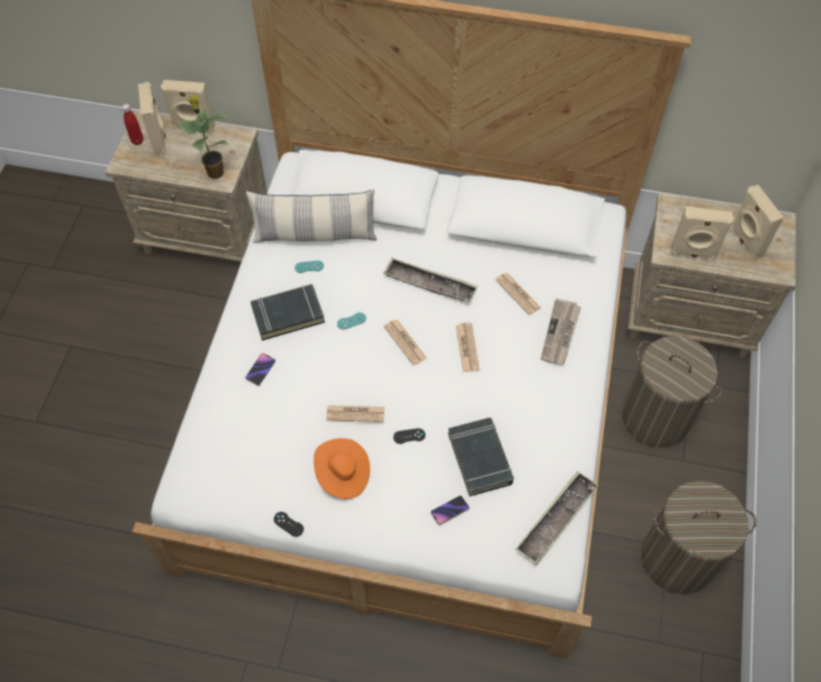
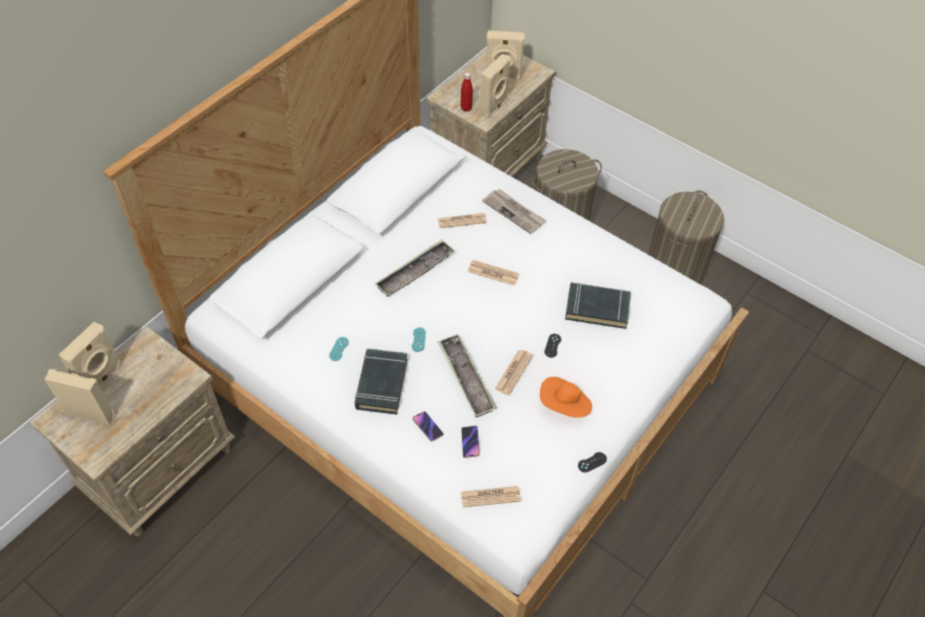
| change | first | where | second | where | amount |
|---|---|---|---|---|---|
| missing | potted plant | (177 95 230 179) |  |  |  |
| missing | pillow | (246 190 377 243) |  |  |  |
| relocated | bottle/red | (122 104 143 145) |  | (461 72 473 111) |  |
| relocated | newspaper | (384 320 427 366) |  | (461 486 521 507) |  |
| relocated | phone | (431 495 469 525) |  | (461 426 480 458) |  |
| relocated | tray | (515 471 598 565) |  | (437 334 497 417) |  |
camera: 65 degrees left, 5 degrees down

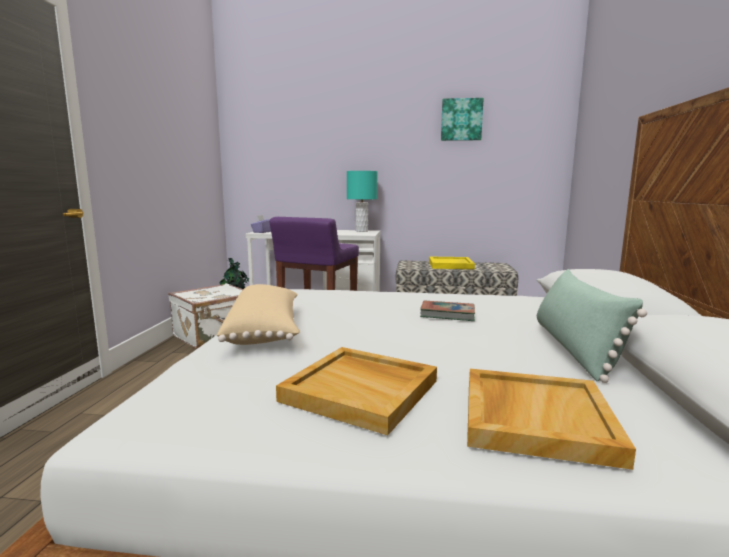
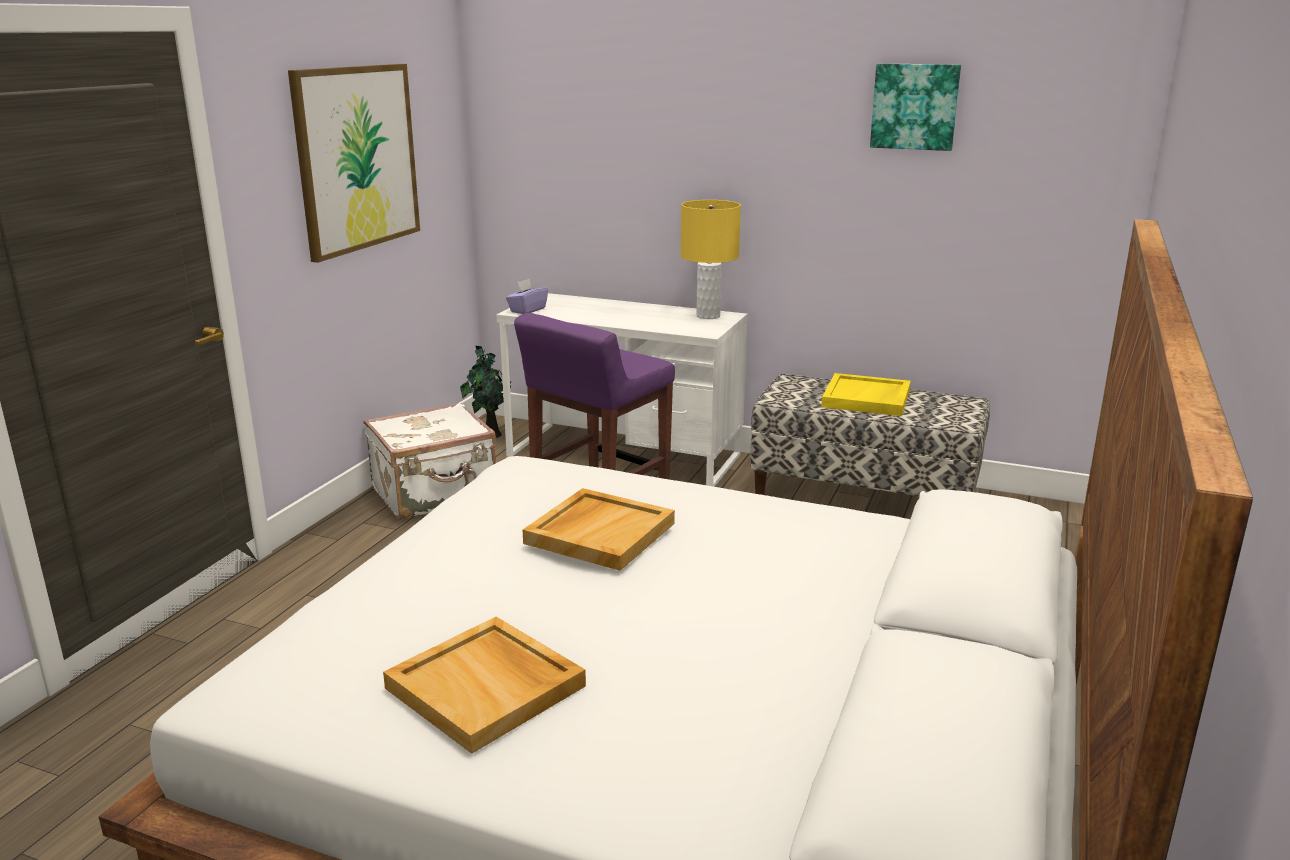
| change | first | where | second | where | amount |
|---|---|---|---|---|---|
| missing | pillow/beige | (217 284 300 345) |  |  |  |
| missing | book | (420 300 475 321) |  |  |  |
| missing | pillow/green | (537 269 647 383) |  |  |  |
| appeared |  |  | picture | (288 64 420 263) |  |
| relocated | tray/beige | (467 369 636 470) |  | (523 488 675 571) |  |
| colour | table lamp/turquoise | (347 171 378 232) | table lamp/yellow | (681 200 741 319) |  |
camera: 15 degrees right, 10 degrees up

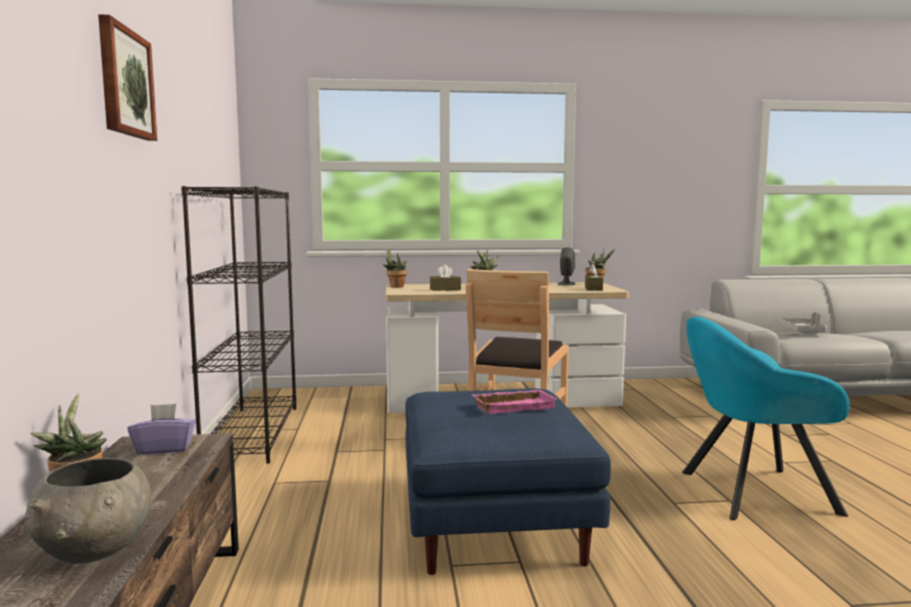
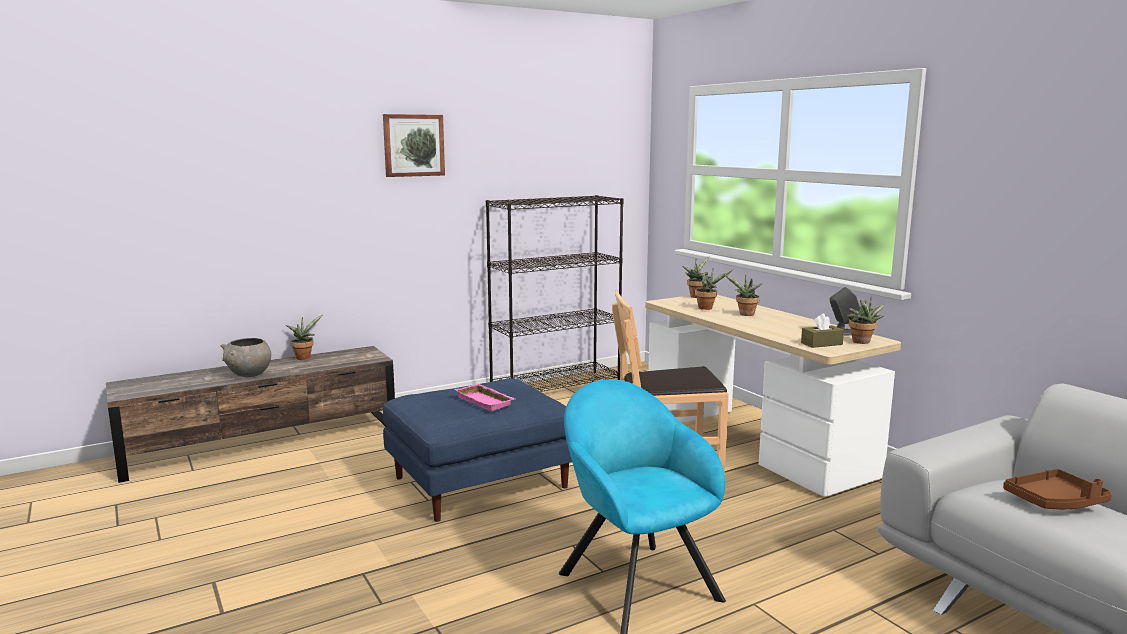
| change | first | where | second | where | amount |
|---|---|---|---|---|---|
| missing | tissue box/purple | (128 404 196 455) |  |  |  |
| exchanged | tissue box/brown | (430 265 461 291) | potted plant | (695 268 733 310) |  |
| colour | tray/grey | (778 312 827 333) | tray/brown | (1003 469 1112 509) |  |
camera: 65 degrees right, 5 degrees up

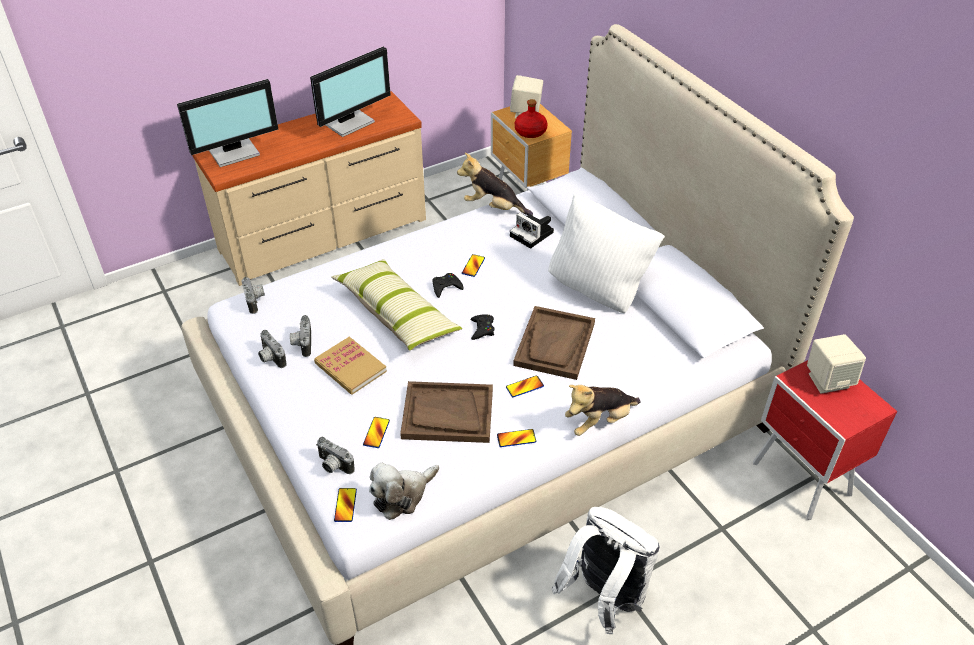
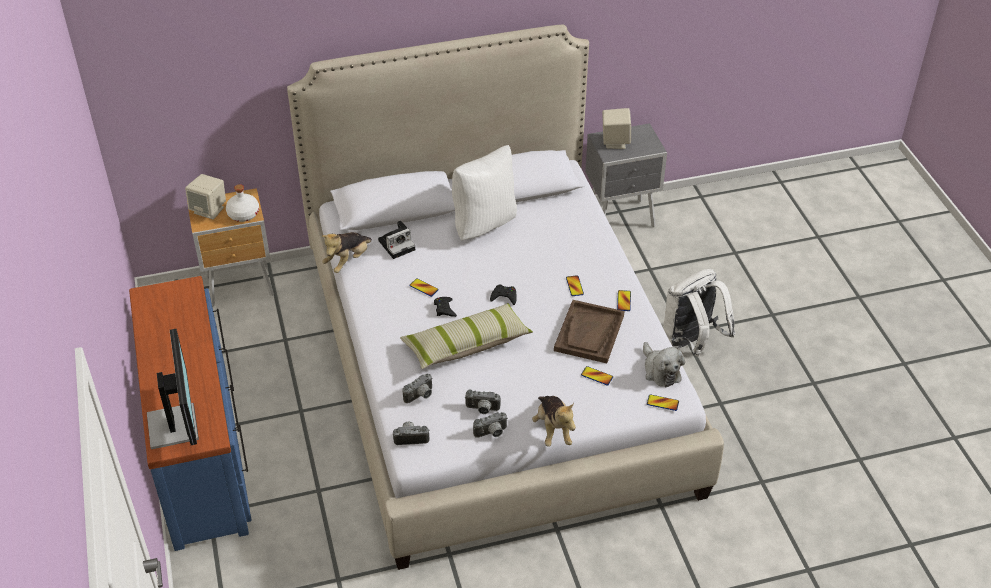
| change | first | where | second | where | amount |
|---|---|---|---|---|---|
| missing | monitor | (310 47 391 137) |  |  |  |
| missing | book | (314 337 387 395) |  |  |  |
| missing | tray/brown | (513 306 595 380) |  |  |  |
| relocated | photo camera | (316 437 355 474) |  | (403 374 433 404) |  |
| relocated | plush toy | (565 385 641 436) |  | (532 396 576 447) |  |
| colour | dresser/beige | (192 91 426 286) | dresser/blue | (129 276 252 551) |  |
| colour | bottle/red | (515 99 547 138) | bottle/white | (226 184 259 222) |  |
| colour | nightstand/red | (753 360 897 520) | nightstand/grey | (585 123 667 227) |  |
camera: 75 degrees left, 0 degrees up

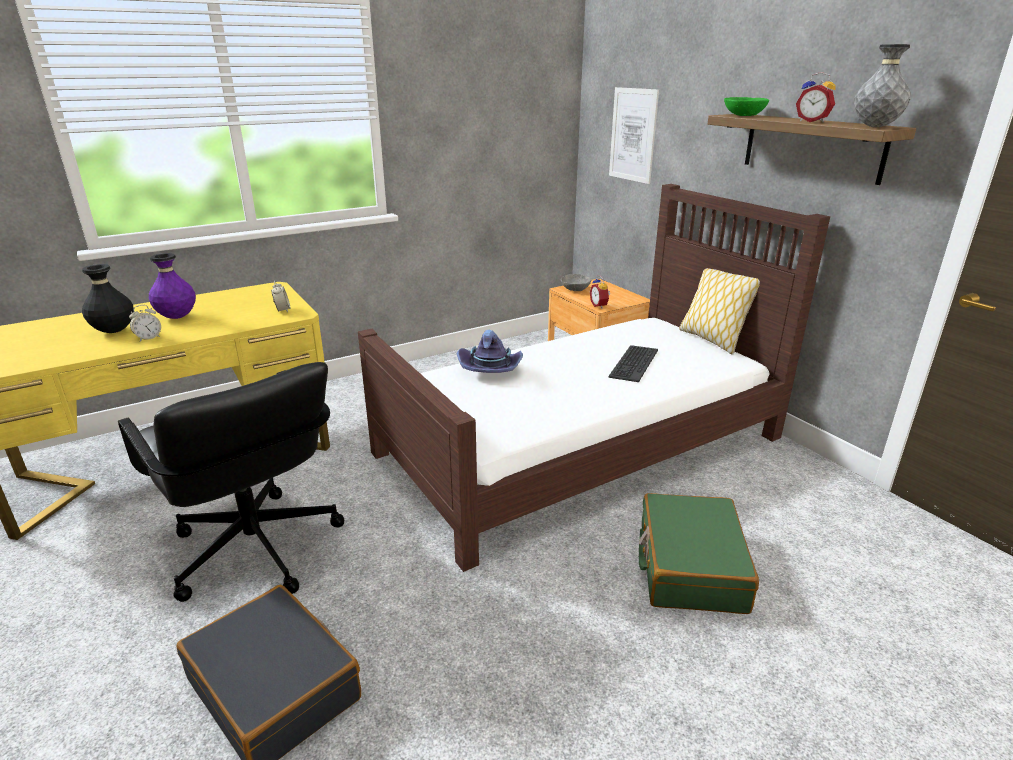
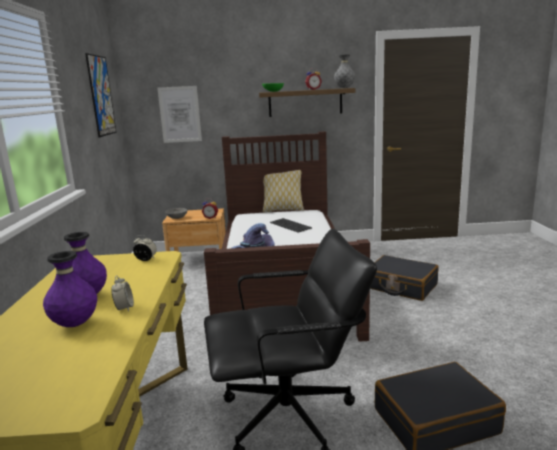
| change | first | where | second | where | amount |
|---|---|---|---|---|---|
| appeared |  |  | picture | (85 53 117 137) |  |
| colour | vase/black | (82 264 134 333) | vase/purple | (43 251 97 327) |  |
| colour | suitcase/green | (639 493 759 614) | suitcase/black | (370 255 439 301) |  |
camera: 60 degrees left, 10 degrees down

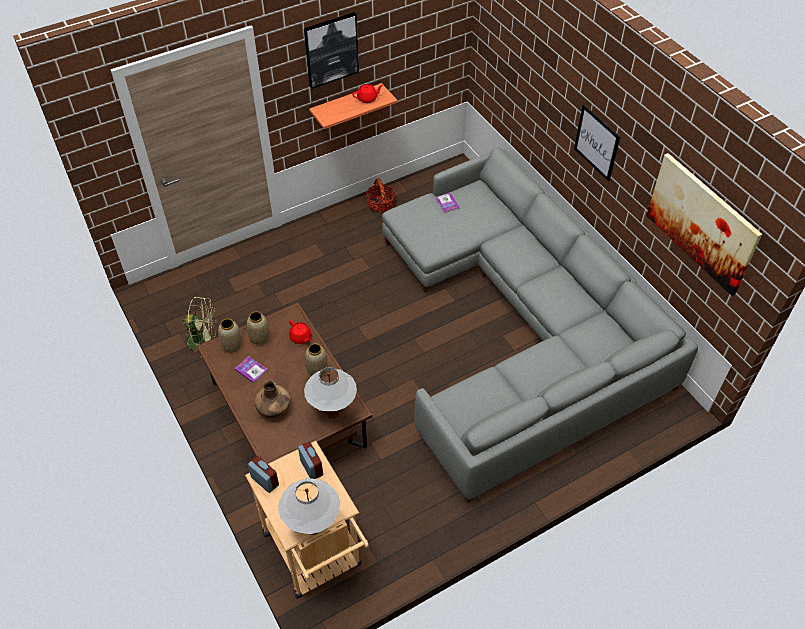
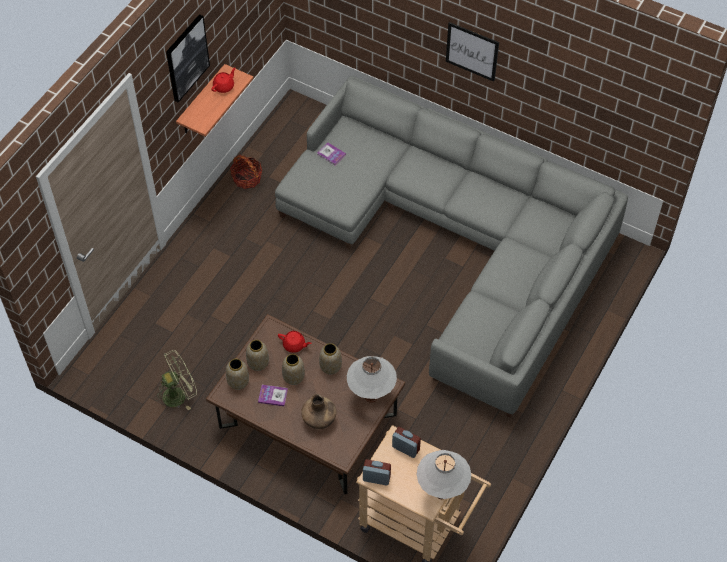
| change | first | where | second | where | amount |
|---|---|---|---|---|---|
| missing | picture | (646 153 762 296) |  |  |  |
| appeared |  |  | vase | (282 354 305 385) |  |
camera: 30 degrees left, 5 degrees up

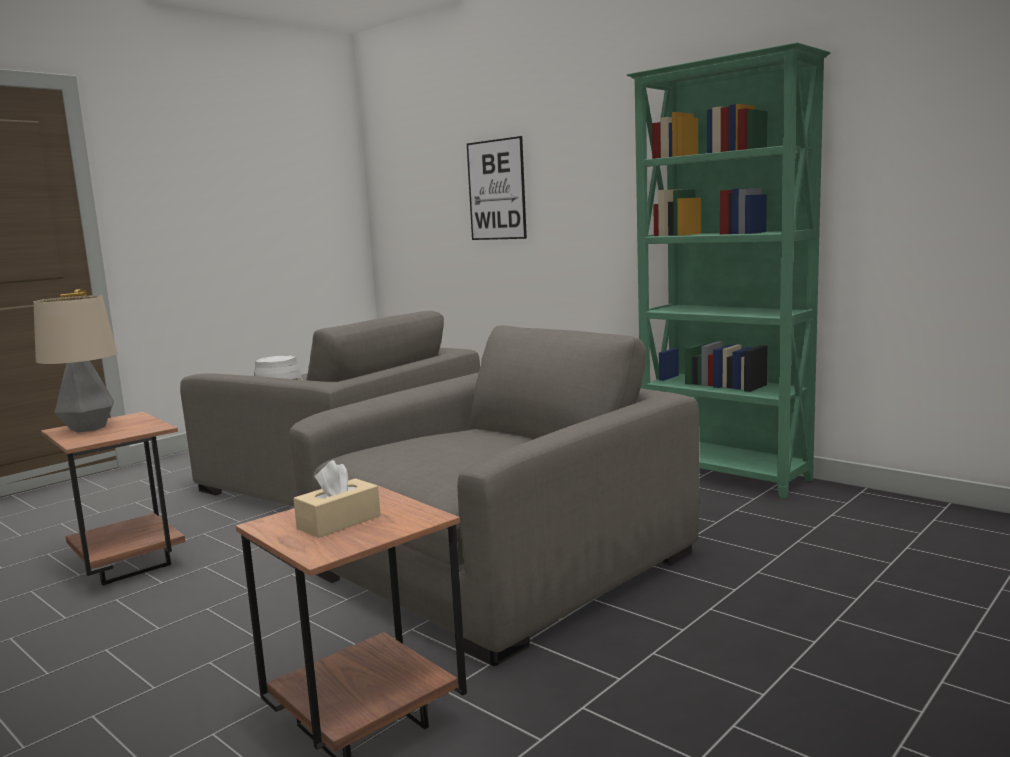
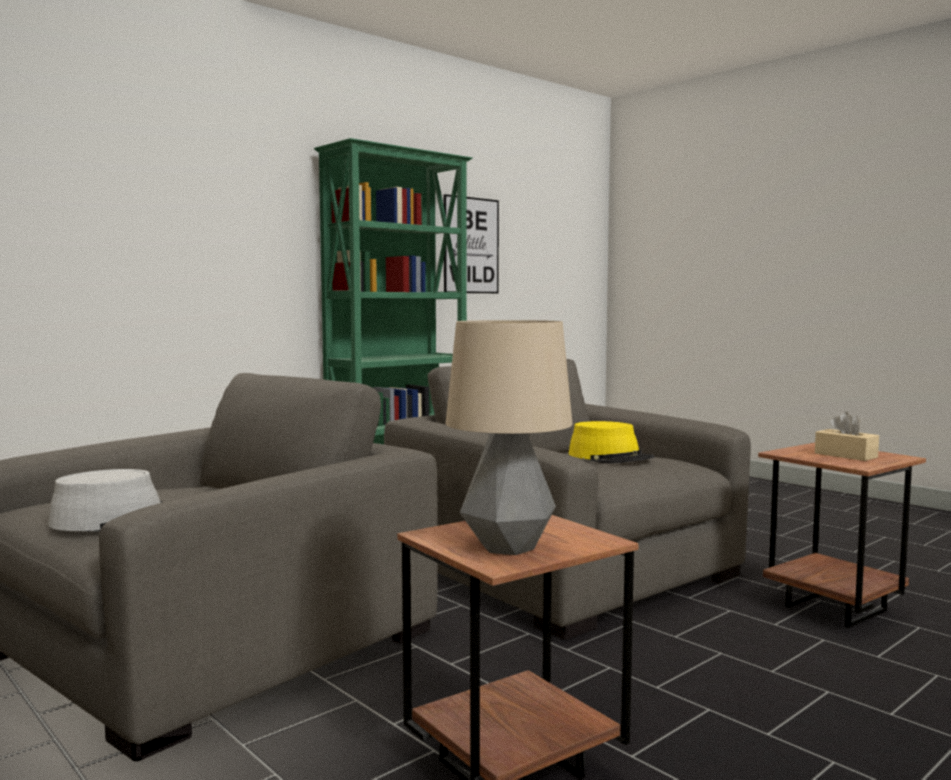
| change | first | where | second | where | amount |
|---|---|---|---|---|---|
| appeared |  |  | hat/yellow | (569 421 655 464) |  |
| relocated | picture | (467 136 527 240) |  | (444 194 499 293) |  |
camera: 85 degrees left, 5 degrees down

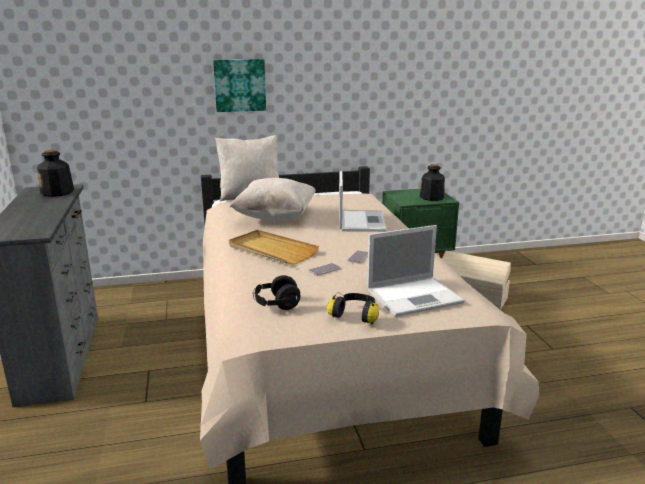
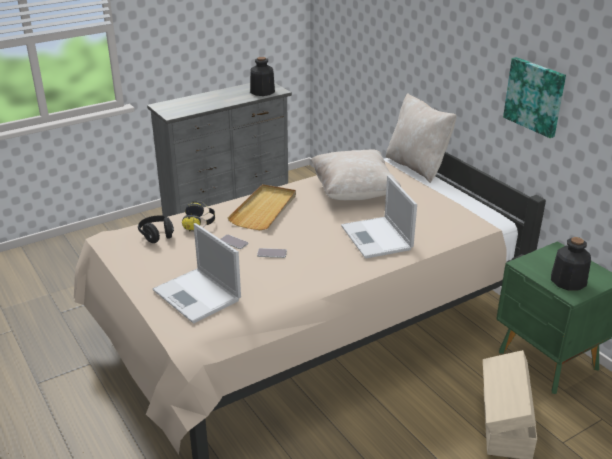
| change | first | where | second | where | amount |
|---|---|---|---|---|---|
| relocated | picture | (213 59 266 112) |  | (503 57 566 138) |  |
| relocated | headphones | (327 292 379 324) |  | (182 201 215 231) |  |
| spun | laptop | (339 171 387 232) |  | (341 175 417 259) | 90 degrees clockwise |
camera: 70 degrees right, 10 degrees up

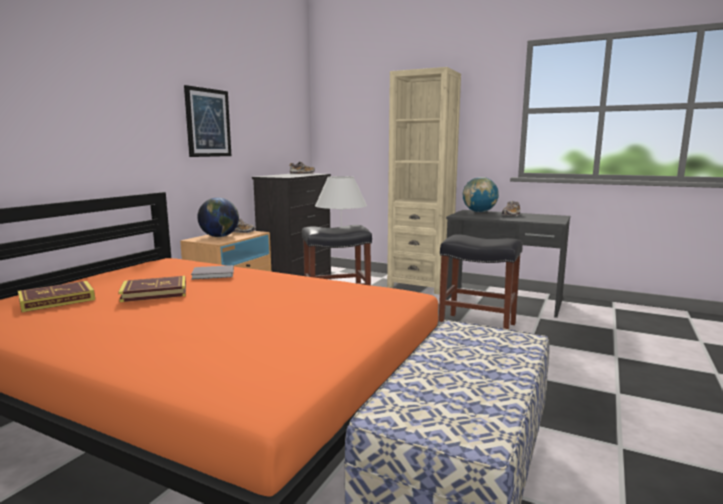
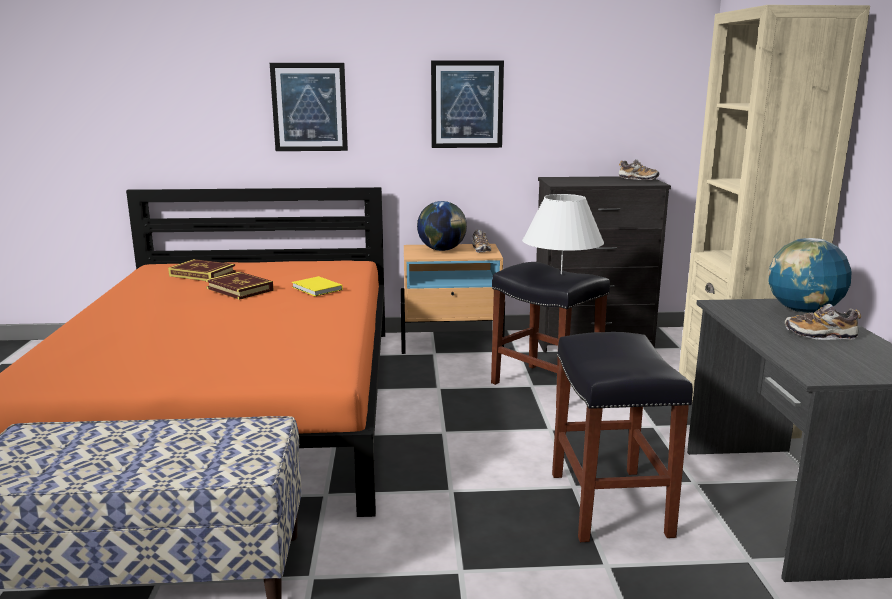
| change | first | where | second | where | amount |
|---|---|---|---|---|---|
| appeared |  |  | picture | (270 63 348 151) |  |
| colour | book/grey | (191 265 234 280) | book/yellow | (292 276 343 296) |  |
camera: 60 degrees right, 5 degrees up

